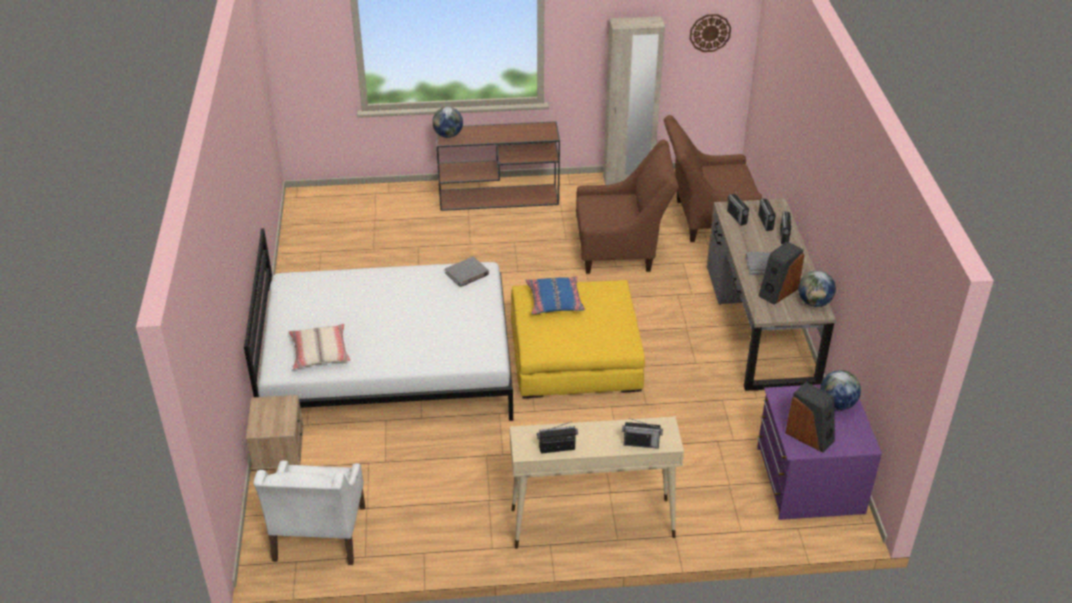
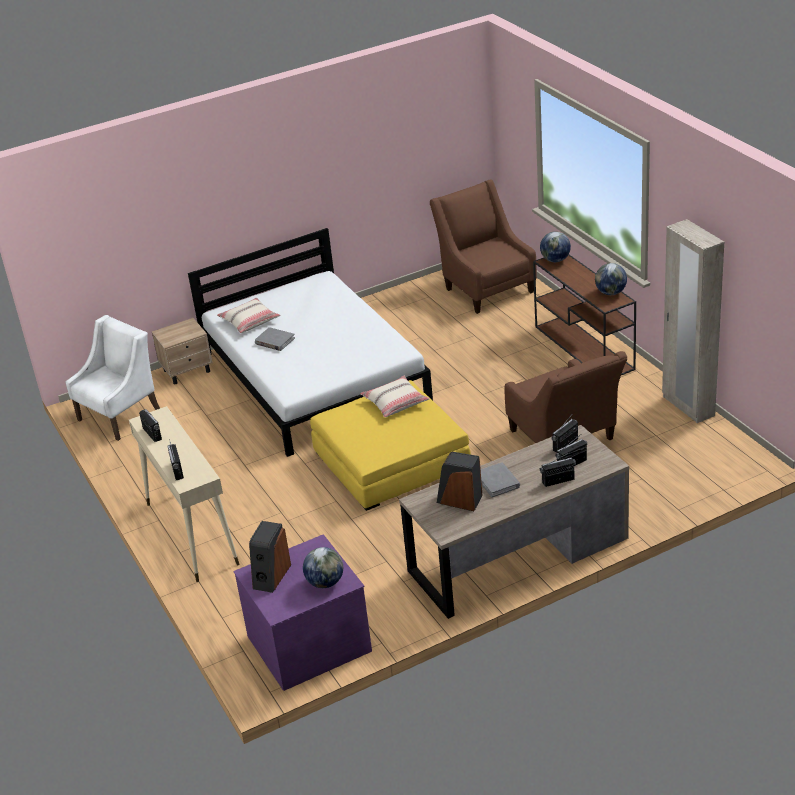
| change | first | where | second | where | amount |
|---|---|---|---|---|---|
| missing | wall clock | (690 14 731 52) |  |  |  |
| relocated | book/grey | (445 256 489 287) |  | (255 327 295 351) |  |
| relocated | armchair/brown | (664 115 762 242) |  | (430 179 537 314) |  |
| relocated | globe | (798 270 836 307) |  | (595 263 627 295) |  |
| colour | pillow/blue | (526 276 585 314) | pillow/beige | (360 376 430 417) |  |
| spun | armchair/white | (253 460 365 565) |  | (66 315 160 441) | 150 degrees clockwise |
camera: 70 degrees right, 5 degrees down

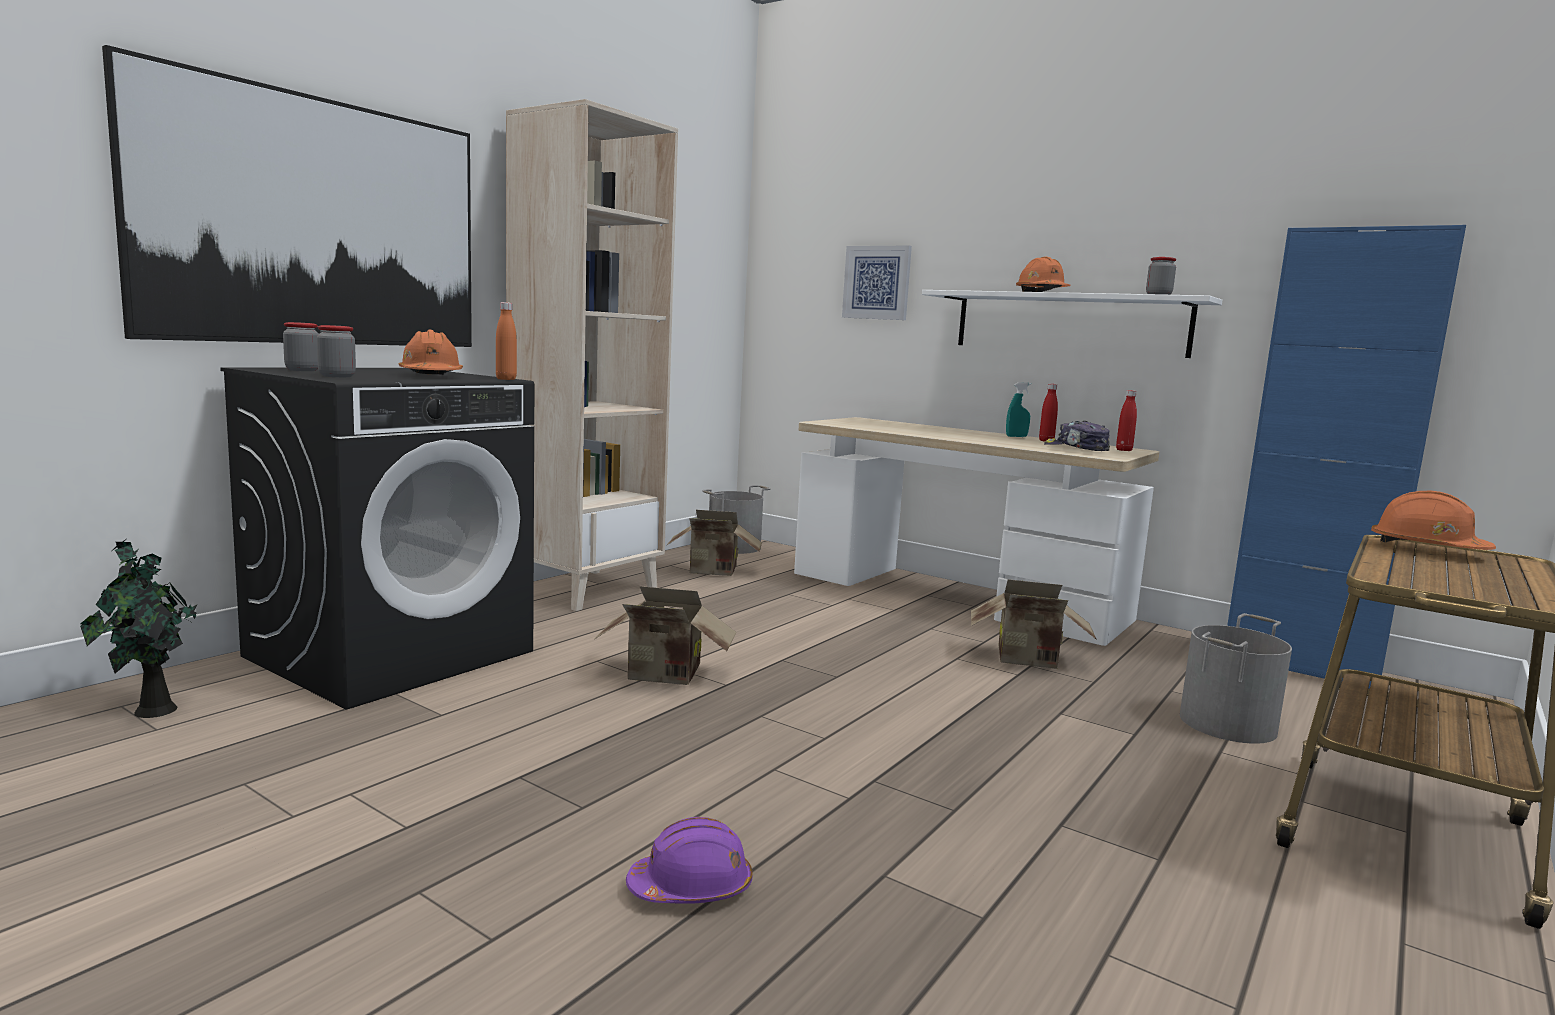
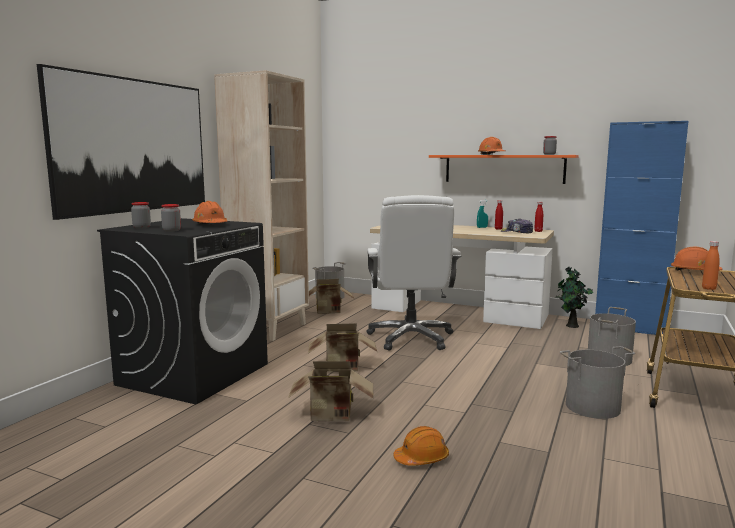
| change | first | where | second | where | amount |
|---|---|---|---|---|---|
| missing | picture | (842 245 912 320) |  |  |  |
| appeared |  |  | office chair/white | (366 195 461 351) |  |
| appeared |  |  | bucket/grey | (560 346 635 419) |  |
| relocated | potted plant | (80 539 197 718) |  | (556 267 593 328) |  |
| relocated | bottle/orange | (496 302 517 380) |  | (702 241 720 290) |  |
| relocated | cardboard box | (971 579 1097 669) |  | (288 361 373 421) |  |
| colour | hard hat/purple | (626 817 752 904) | hard hat/orange | (393 426 449 466) |  |
| colour | shelf/white | (922 290 1222 358) | shelf/orange | (429 155 579 184) |  |
camera: 10 degrees left, 0 degrees up

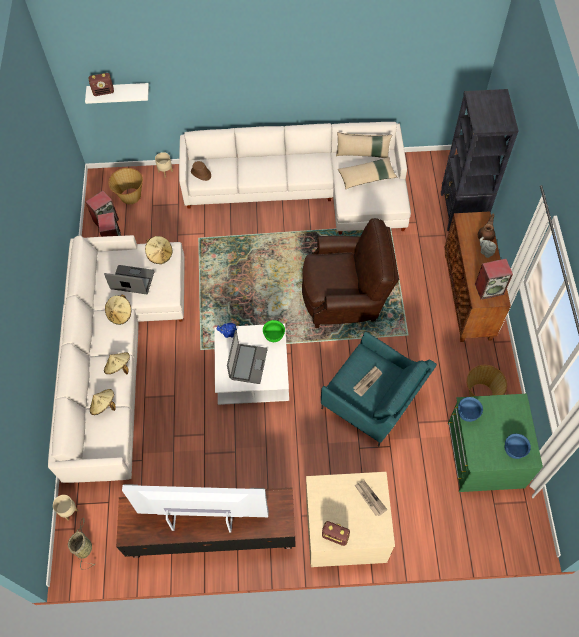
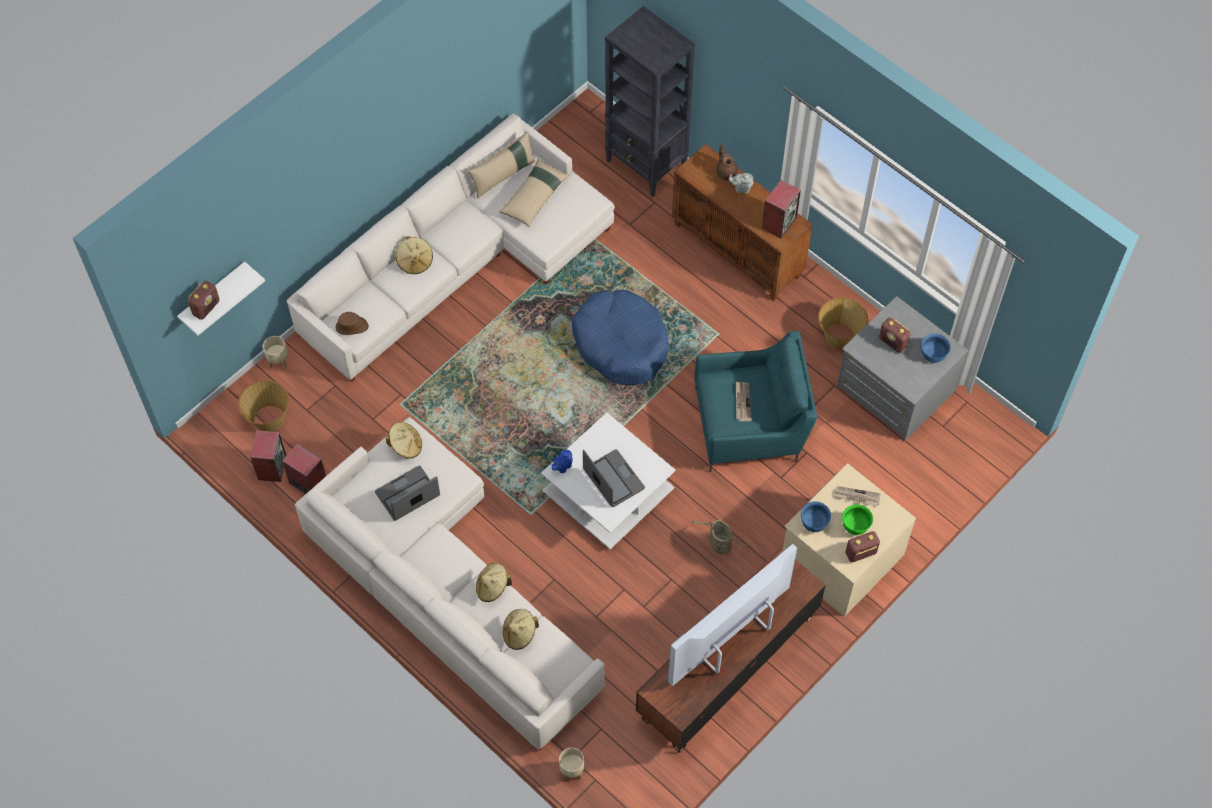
| change | first | where | second | where | amount |
|---|---|---|---|---|---|
| appeared |  |  | radio | (879 318 911 353) |  |
| relocated | basket | (68 518 95 570) |  | (691 520 747 561) |  |
| relocated | hat/beige | (105 294 131 325) |  | (396 236 433 274) |  |
| relocated | bowl/green | (263 320 285 342) |  | (842 504 873 535) |  |
| relocated | bowl/blue | (458 397 483 422) |  | (801 501 831 532) |  |
| exchanged | armchair/brown | (302 218 399 328) | dog bed/blue | (572 290 669 386) |  |
| colour | dresser/green | (448 394 543 492) | dresser/grey | (836 296 968 442) |  |
camera: 45 degrees left, 0 degrees up

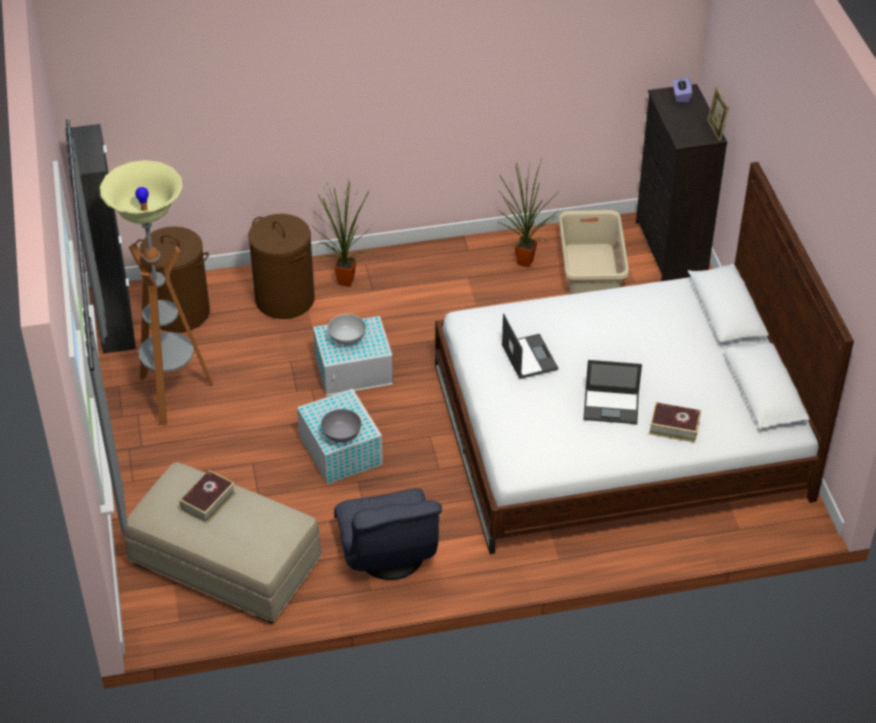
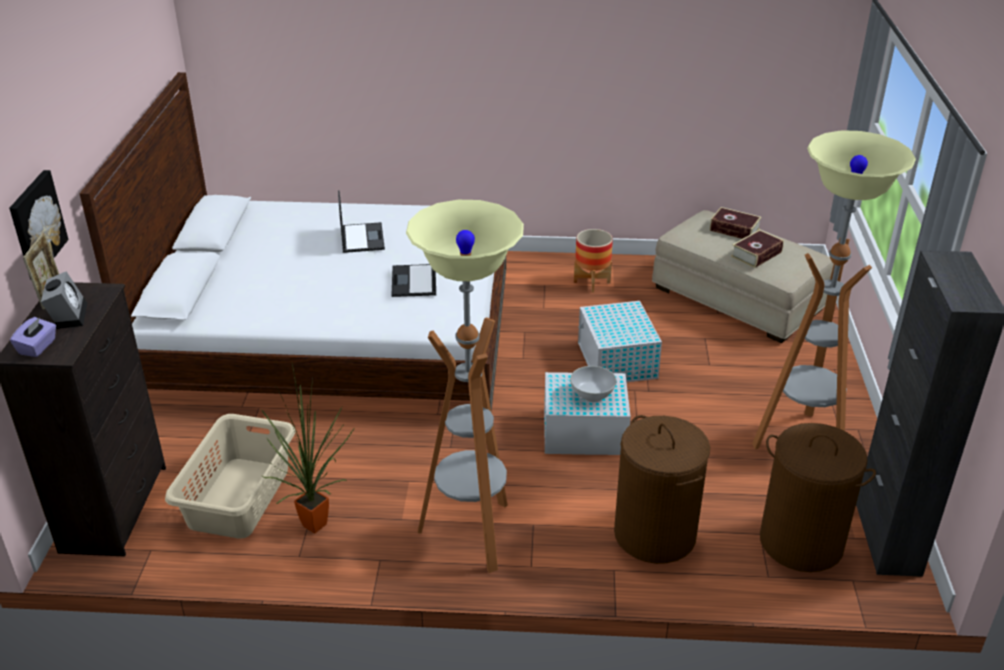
| change | first | where | second | where | amount |
|---|---|---|---|---|---|
| missing | potted plant | (318 181 374 287) |  |  |  |
| missing | bowl/grey | (321 409 362 443) |  |  |  |
| appeared |  |  | picture | (9 170 68 280) |  |
| appeared |  |  | alarm clock | (41 271 87 329) |  |
| appeared |  |  | floor lamp | (406 200 524 573) |  |
| relocated | book | (649 402 701 443) |  | (709 207 762 239) |  |
| exchanged | armchair/grey | (334 488 442 580) | planter | (574 229 613 293) |  |
| spun | laptop | (583 360 642 424) |  | (338 190 385 253) | 60 degrees clockwise |
camera: 165 degrees left, 10 degrees down

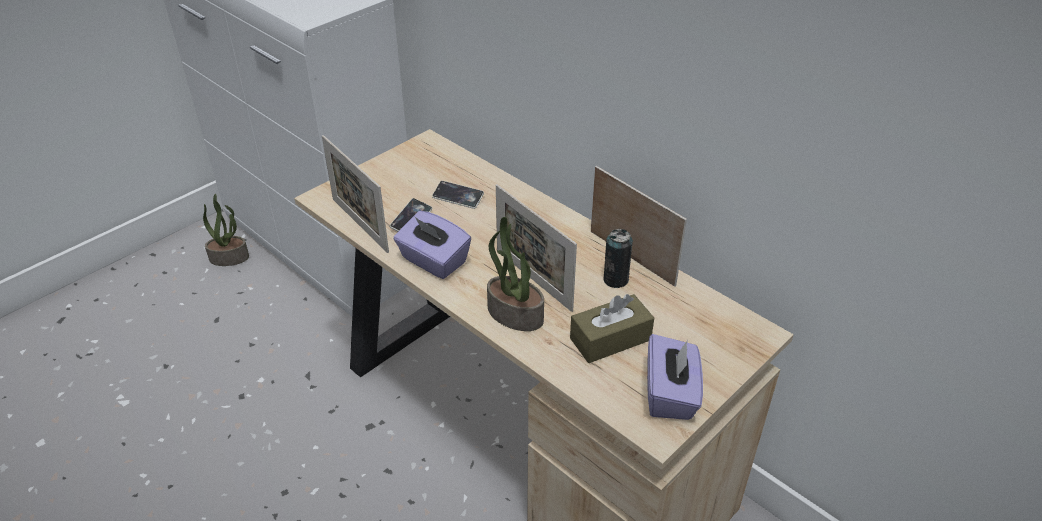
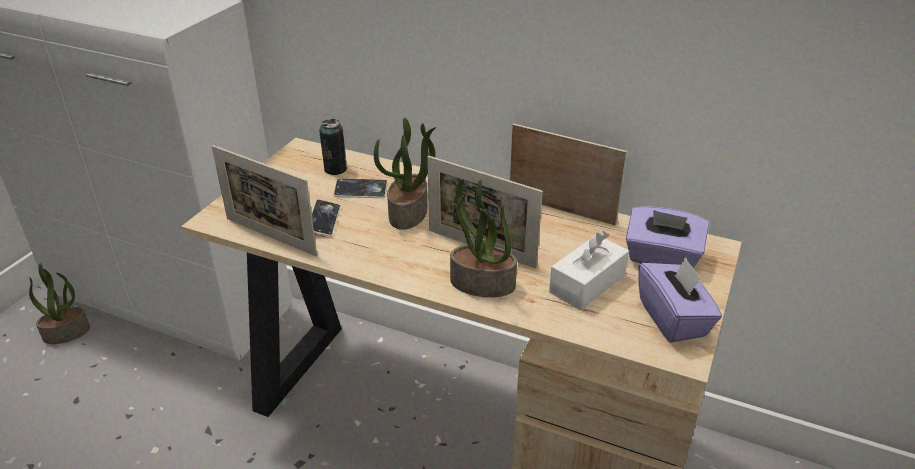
| change | first | where | second | where | amount |
|---|---|---|---|---|---|
| appeared |  |  | potted plant | (374 118 437 230) |  |
| relocated | tissue box/purple | (394 211 471 279) |  | (626 206 709 269) |  |
| relocated | can | (603 229 633 288) |  | (319 119 347 175) |  |
| colour | tissue box/brown | (570 294 654 363) | tissue box/white | (549 231 629 310) |  |
camera: 20 degrees left, 5 degrees down

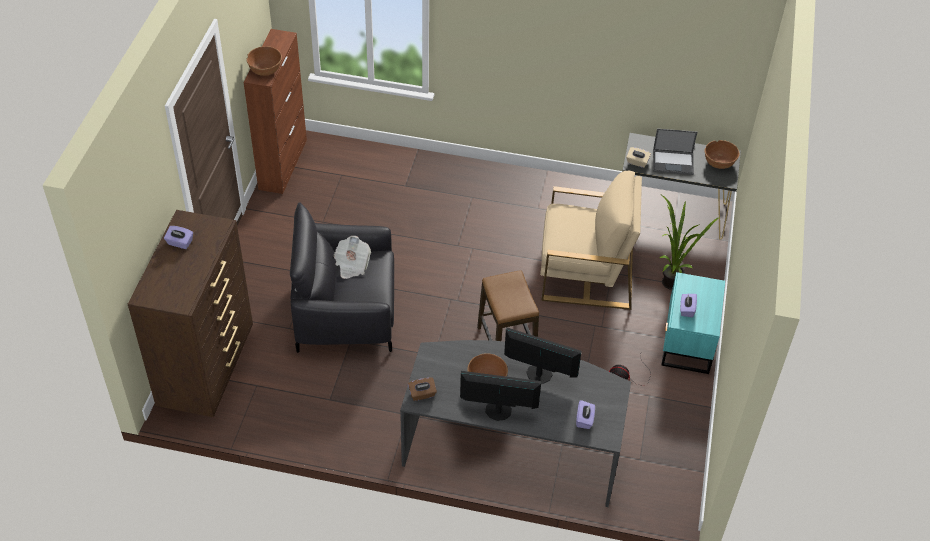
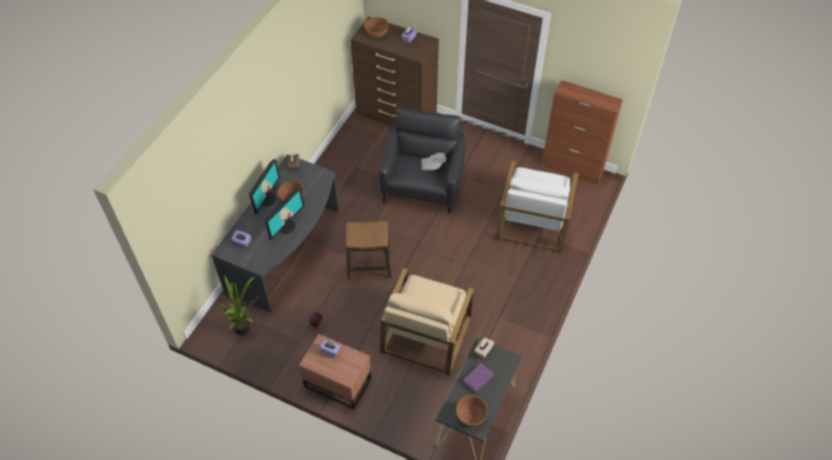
| change | first | where | second | where | amount |
|---|---|---|---|---|---|
| appeared |  |  | armchair/white | (495 161 579 254) |  |
| relocated | bowl/brown | (246 46 282 76) |  | (364 17 389 37) |  |
| relocated | potted plant | (660 195 720 290) |  | (216 275 259 336) |  |
| exchanged | laptop | (653 128 697 175) | book/purple | (463 363 494 393) |  |
| colour | nightstand/turquoise | (661 272 725 374) | nightstand/brown | (299 334 371 409) |  |
camera: 105 degrees right, 5 degrees up

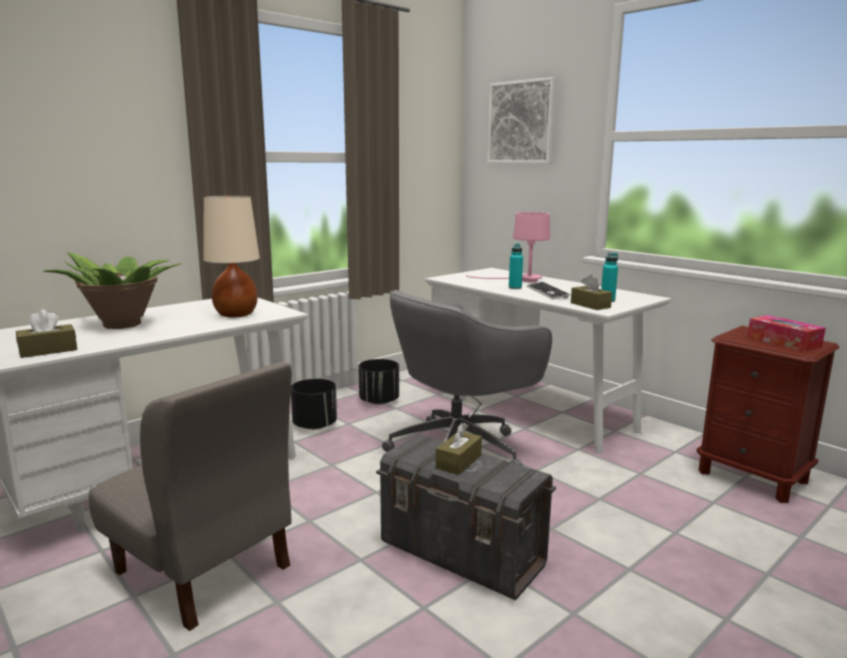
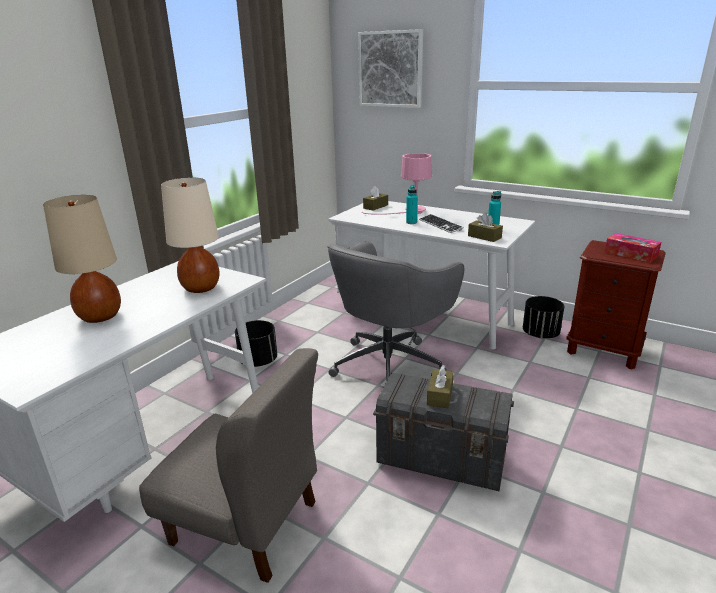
| change | first | where | second | where | amount |
|---|---|---|---|---|---|
| relocated | tissue box/brown | (16 309 77 358) |  | (363 186 388 211) |  |
| relocated | planter/black | (358 359 399 405) |  | (523 296 564 339) |  |
| exchanged | potted plant | (43 252 182 329) | table lamp/beige | (43 195 121 323) |  |
camera: 15 degrees left, 10 degrees up

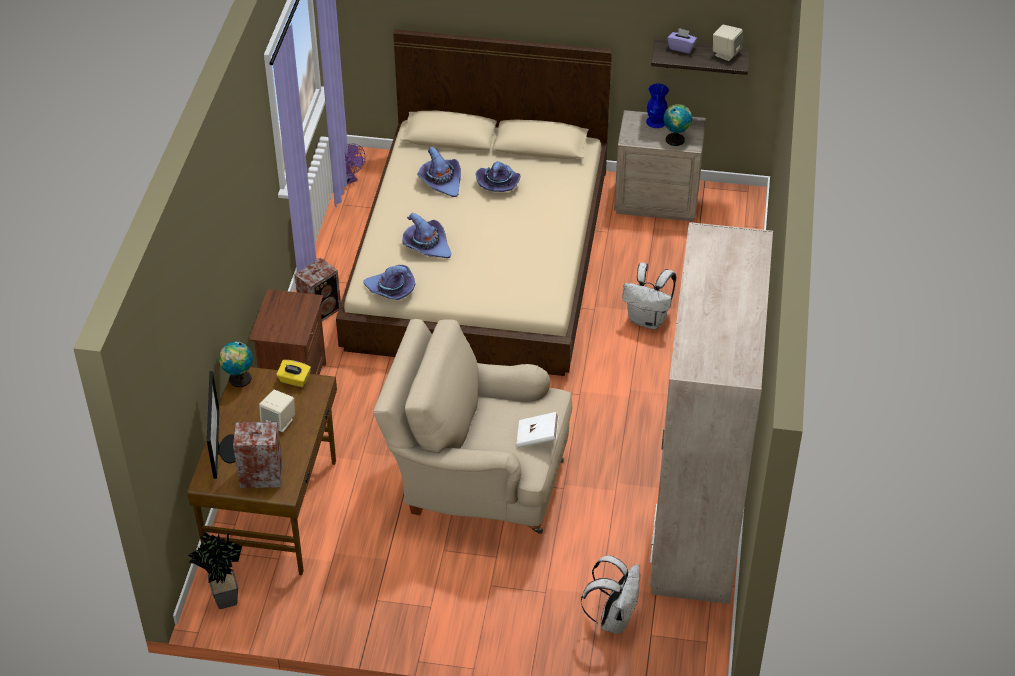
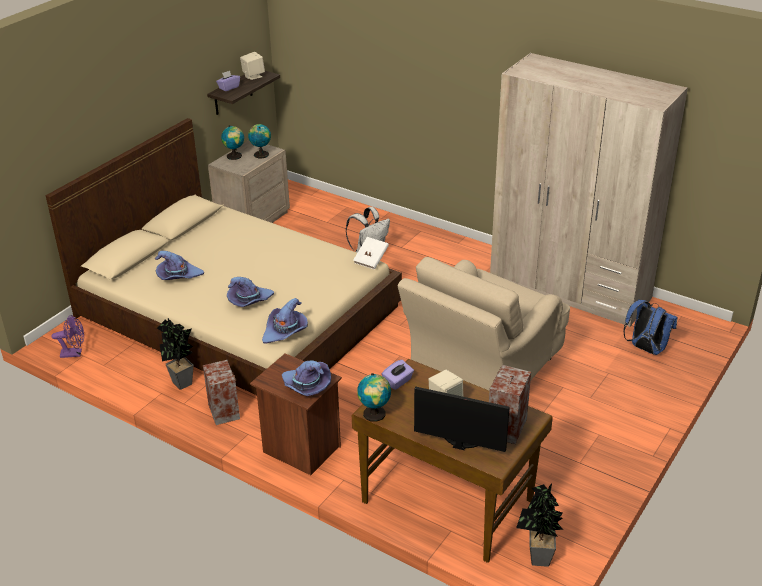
| change | first | where | second | where | amount |
|---|---|---|---|---|---|
| appeared |  |  | potted plant | (157 318 194 390) |  |
| relocated | hat/purple | (476 161 520 192) |  | (282 360 331 396) |  |
| relocated | book/white | (516 412 559 448) |  | (353 237 389 270) |  |
| exchanged | vase/blue | (646 83 669 128) | globe | (221 125 244 160) |  |
| colour | tissue box/yellow | (276 360 311 387) | tissue box/purple | (382 360 414 390) |  |
| colour | backpack/white | (581 555 640 634) | backpack/blue | (623 299 678 355) |  |
camera: 65 degrees left, 10 degrees down

